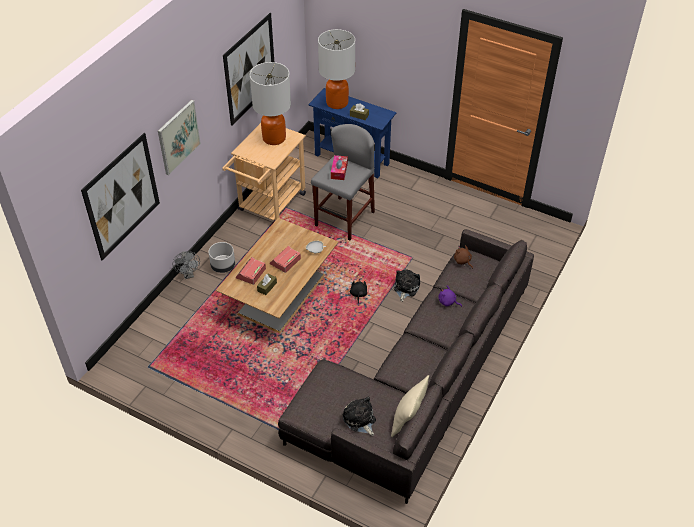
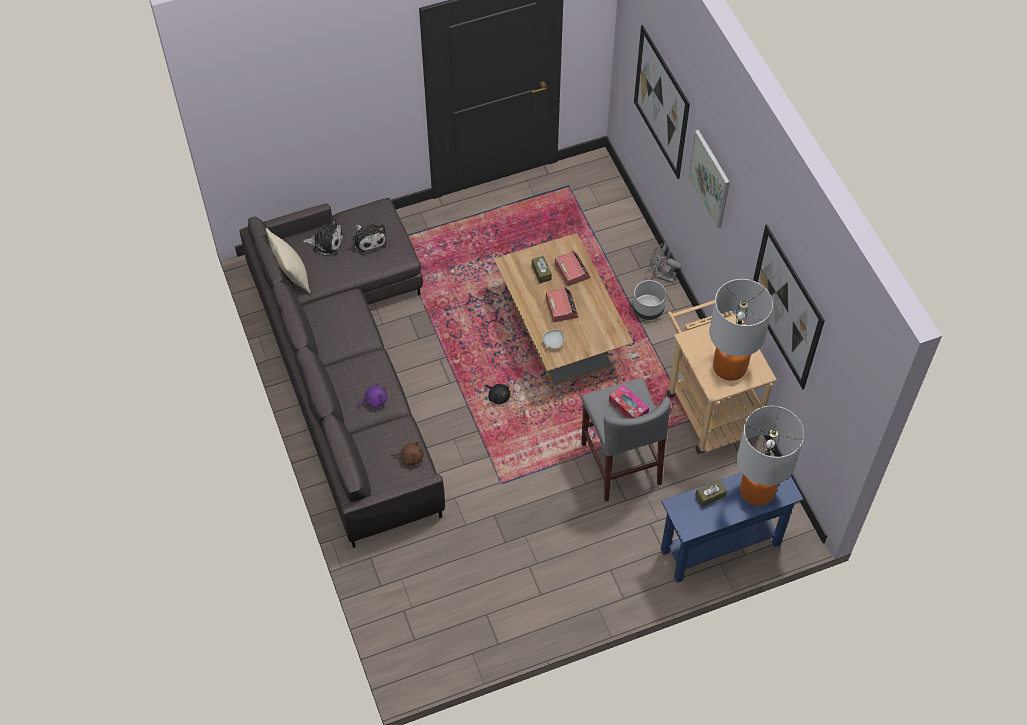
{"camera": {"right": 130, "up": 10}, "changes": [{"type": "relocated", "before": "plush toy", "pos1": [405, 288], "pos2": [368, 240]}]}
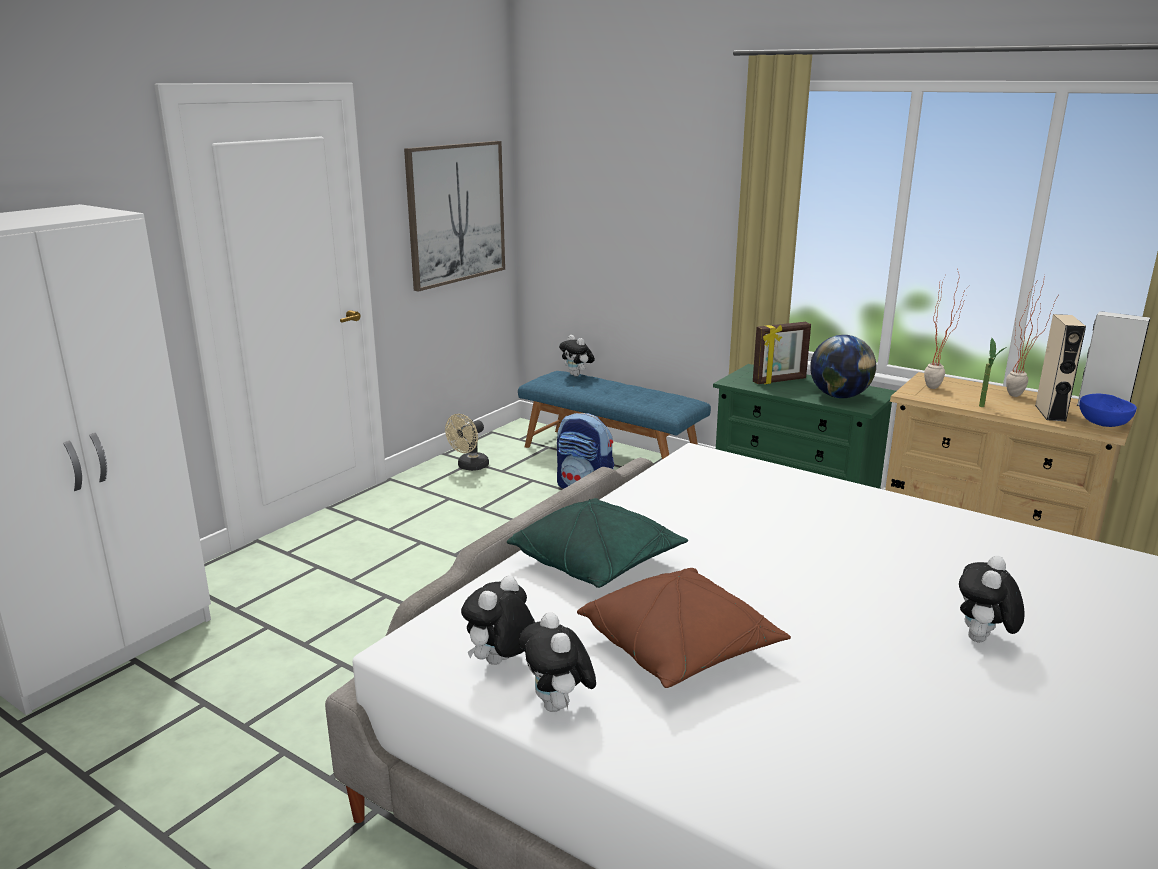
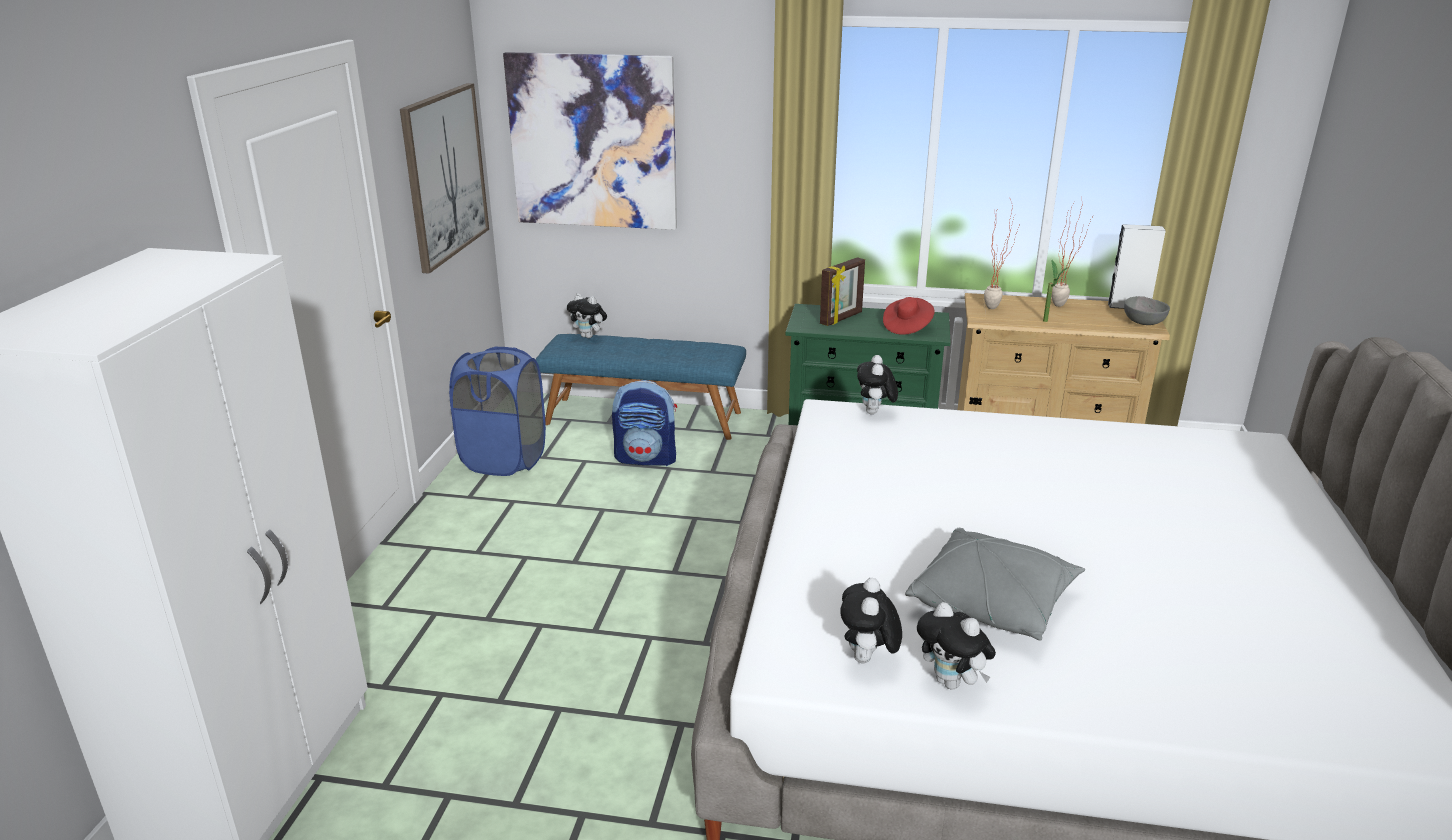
{"camera": {"right": -25, "up": 5}, "changes": [{"type": "exchanged", "before": "beige fan", "after": "blue laundry basket", "pos1": [469, 467], "pos2": [504, 460]}, {"type": "appeared", "after": "picture", "pos2": [593, 142]}, {"type": "relocated", "before": "plush toy", "pos1": [982, 641], "pos2": [875, 413]}, {"type": "exchanged", "before": "globe", "after": "red hat", "pos1": [839, 396], "pos2": [907, 327]}, {"type": "colour", "before": "brown pillow", "after": "grey pillow", "pos1": [680, 648], "pos2": [992, 602]}, {"type": "colour", "before": "blue bowl", "after": "grey bowl", "pos1": [1104, 424], "pos2": [1144, 322]}, {"type": "missing", "before": "green pillow", "pos1": [597, 563]}, {"type": "missing", "before": "beige speaker", "pos1": [1050, 412]}]}
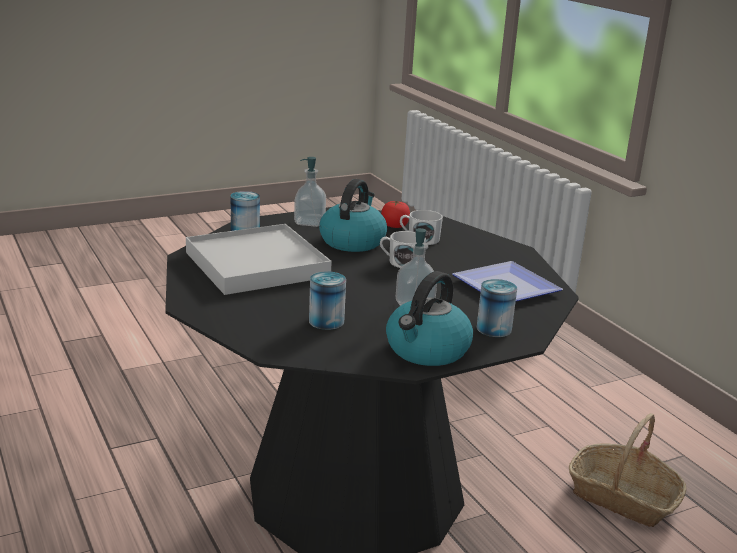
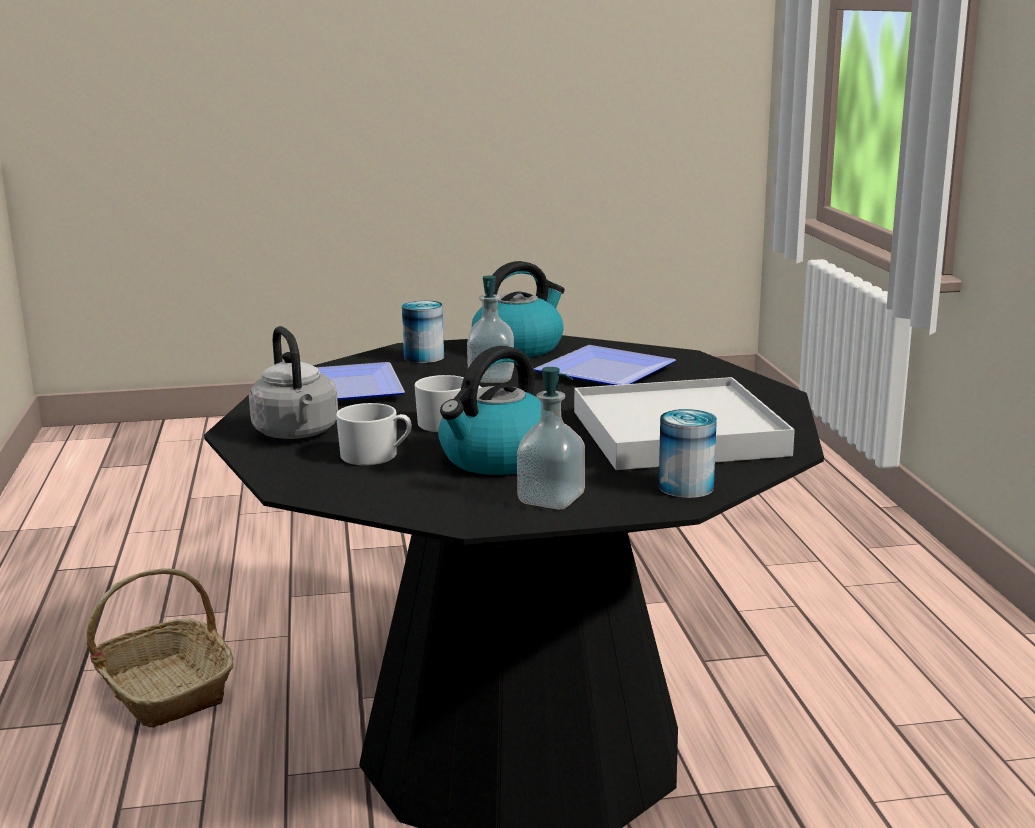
{"camera": {"right": -160, "up": -5}, "changes": [{"type": "appeared", "after": "grey kettle", "pos2": [297, 434]}, {"type": "exchanged", "before": "can", "after": "plate", "pos1": [326, 321], "pos2": [610, 372]}, {"type": "missing", "before": "tomato", "pos1": [394, 226]}]}
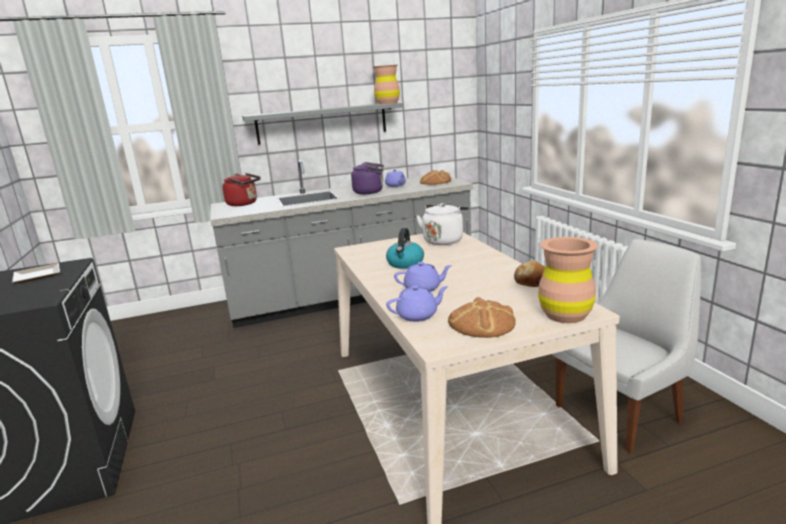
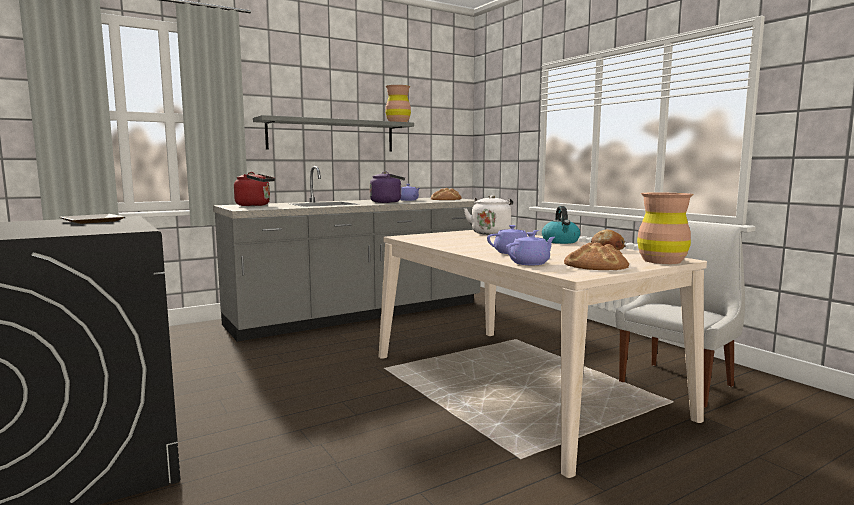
{"camera": {"right": -15, "up": -10}, "changes": [{"type": "relocated", "before": "kettle", "pos1": [405, 264], "pos2": [561, 241]}]}
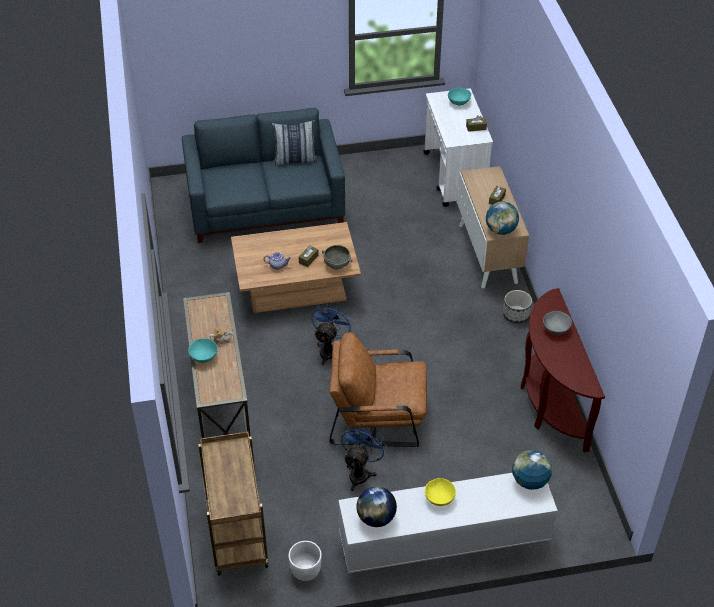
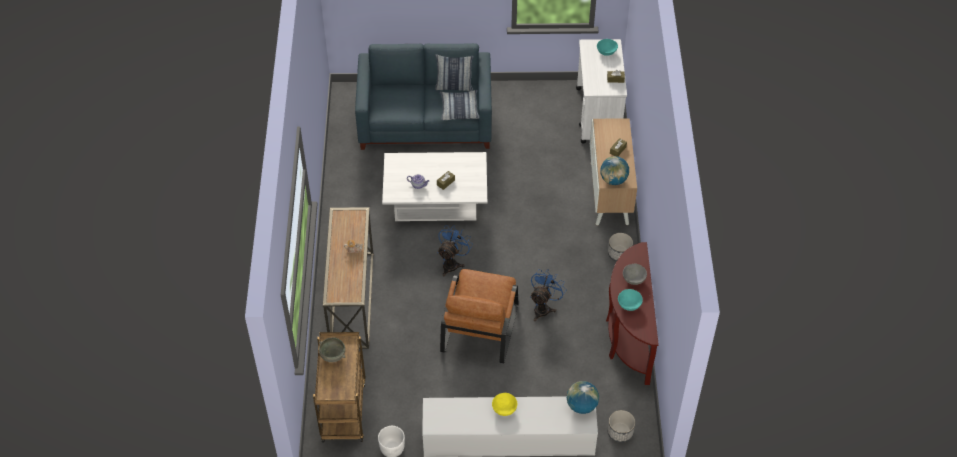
{"camera": {"right": 10, "up": 5}, "changes": [{"type": "relocated", "before": "grey bowl", "pos1": [336, 264], "pos2": [332, 356]}, {"type": "colour", "before": "brown coffee table", "after": "white coffee table", "pos1": [296, 288], "pos2": [436, 203]}, {"type": "appeared", "after": "pillow", "pos2": [459, 109]}, {"type": "spun", "before": "brown armchair", "pos1": [378, 415], "pos2": [479, 327], "turn": -90}, {"type": "relocated", "before": "blue fan", "pos1": [360, 472], "pos2": [544, 307]}, {"type": "appeared", "after": "planter", "pos2": [620, 432]}, {"type": "relocated", "before": "turquoise bowl", "pos1": [203, 357], "pos2": [629, 305]}, {"type": "missing", "before": "globe", "pos1": [376, 518]}]}
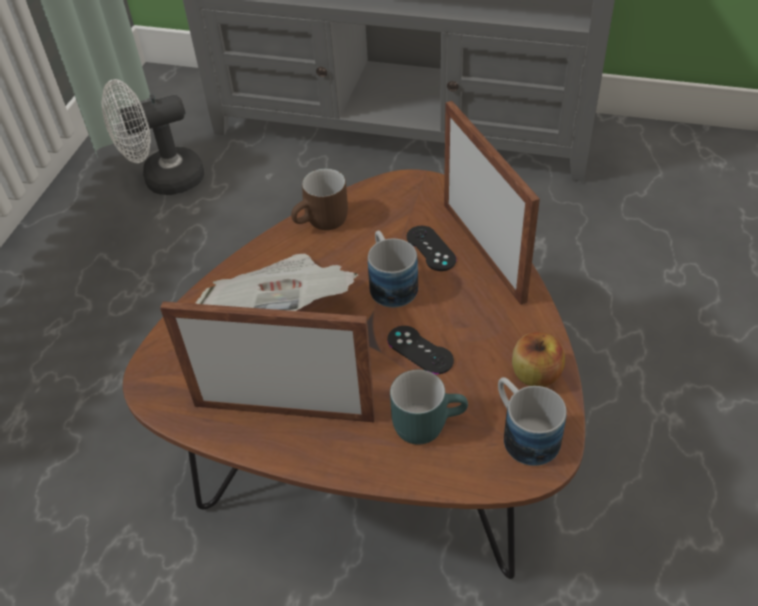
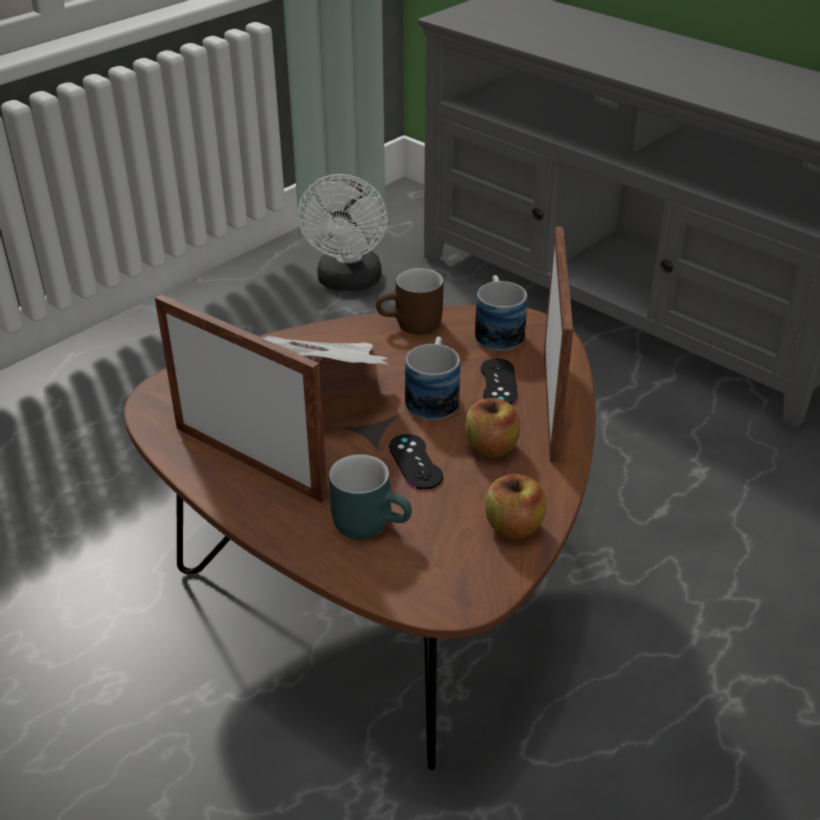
{"camera": {"right": 25, "up": -10}, "changes": [{"type": "spun", "before": "white fan", "pos1": [164, 180], "pos2": [348, 282], "turn": -90}, {"type": "appeared", "after": "apple", "pos2": [491, 447]}, {"type": "relocated", "before": "mug", "pos1": [523, 433], "pos2": [497, 331]}]}
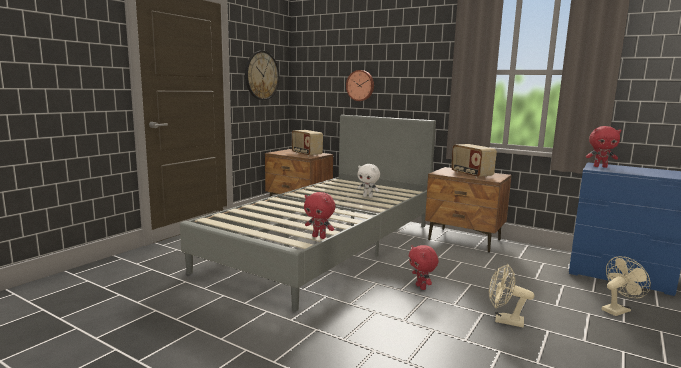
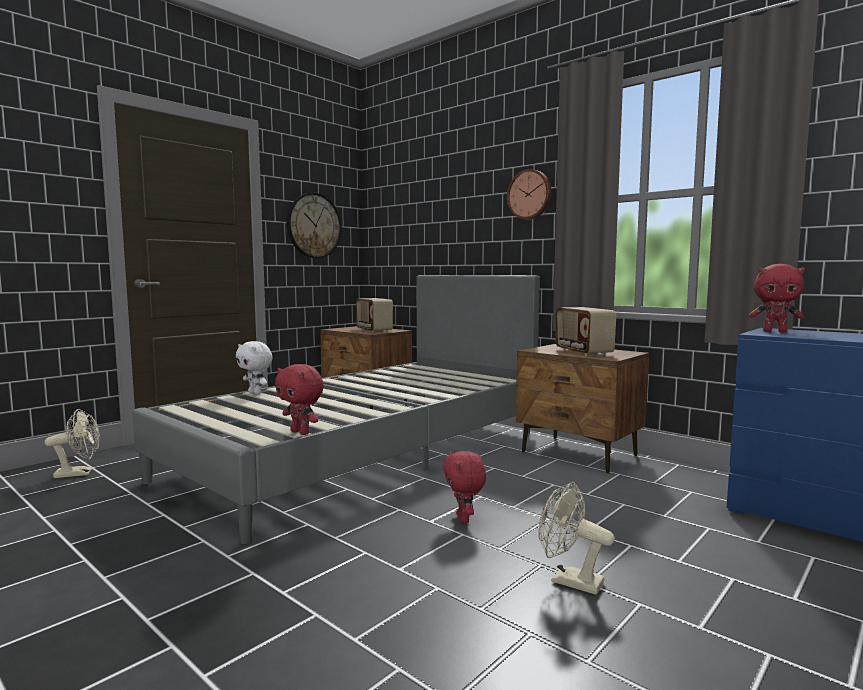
{"camera": {"right": 10, "up": -5}, "changes": [{"type": "relocated", "before": "beige fan", "pos1": [618, 309], "pos2": [79, 473]}, {"type": "relocated", "before": "white plush toy", "pos1": [368, 197], "pos2": [255, 393]}, {"type": "relocated", "before": "wall clock", "pos1": [360, 85], "pos2": [530, 194]}]}
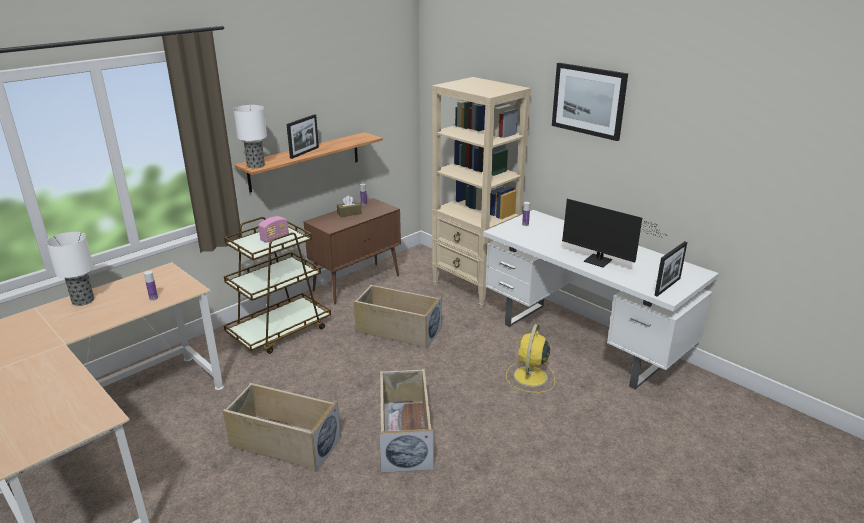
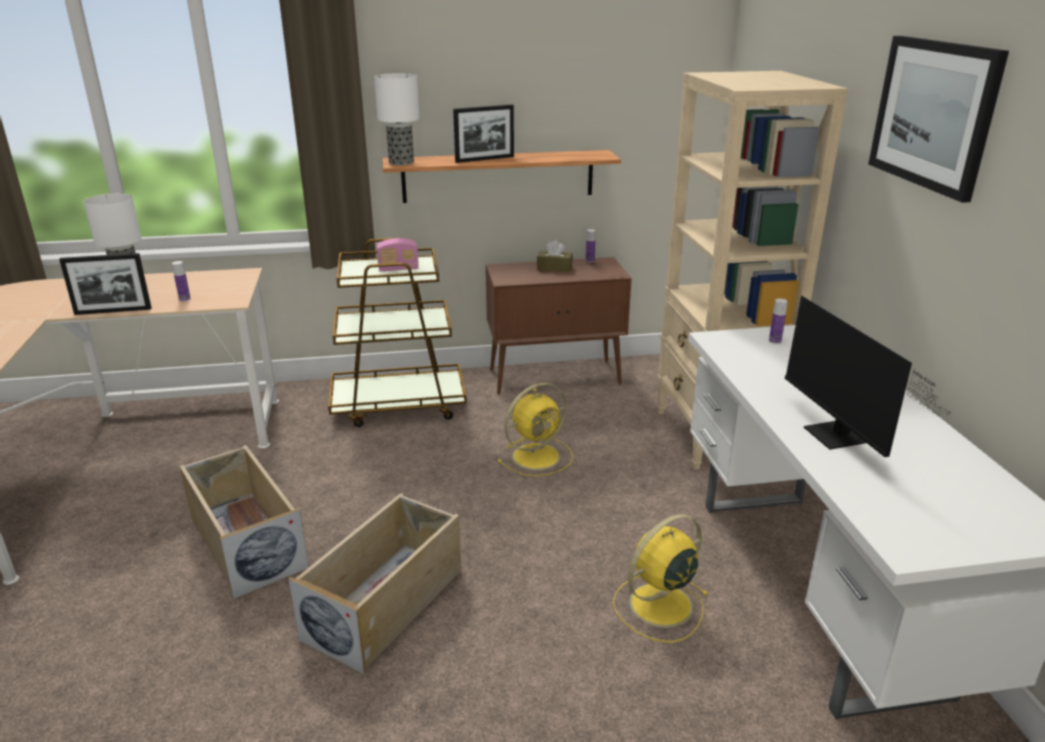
{"camera": {"right": 35, "up": 0}, "changes": [{"type": "relocated", "before": "picture frame", "pos1": [667, 287], "pos2": [113, 311]}, {"type": "exchanged", "before": "beige storage box", "after": "yellow fan", "pos1": [397, 330], "pos2": [538, 456]}]}
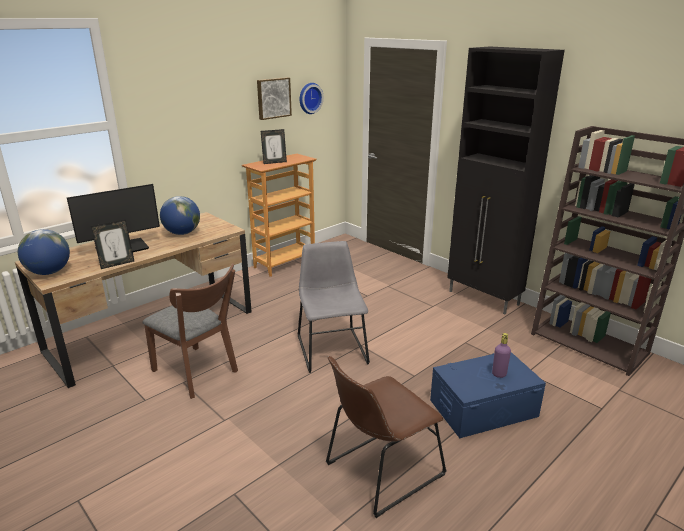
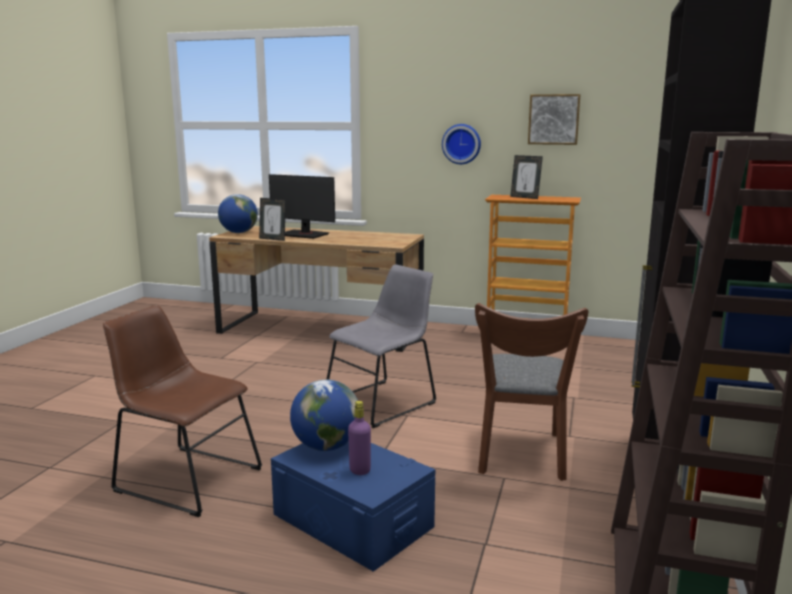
{"camera": {"right": 60, "up": -10}, "changes": [{"type": "relocated", "before": "globe", "pos1": [182, 233], "pos2": [326, 446]}, {"type": "relocated", "before": "wall clock", "pos1": [309, 98], "pos2": [461, 144]}, {"type": "relocated", "before": "brown chair", "pos1": [198, 373], "pos2": [521, 457]}]}
